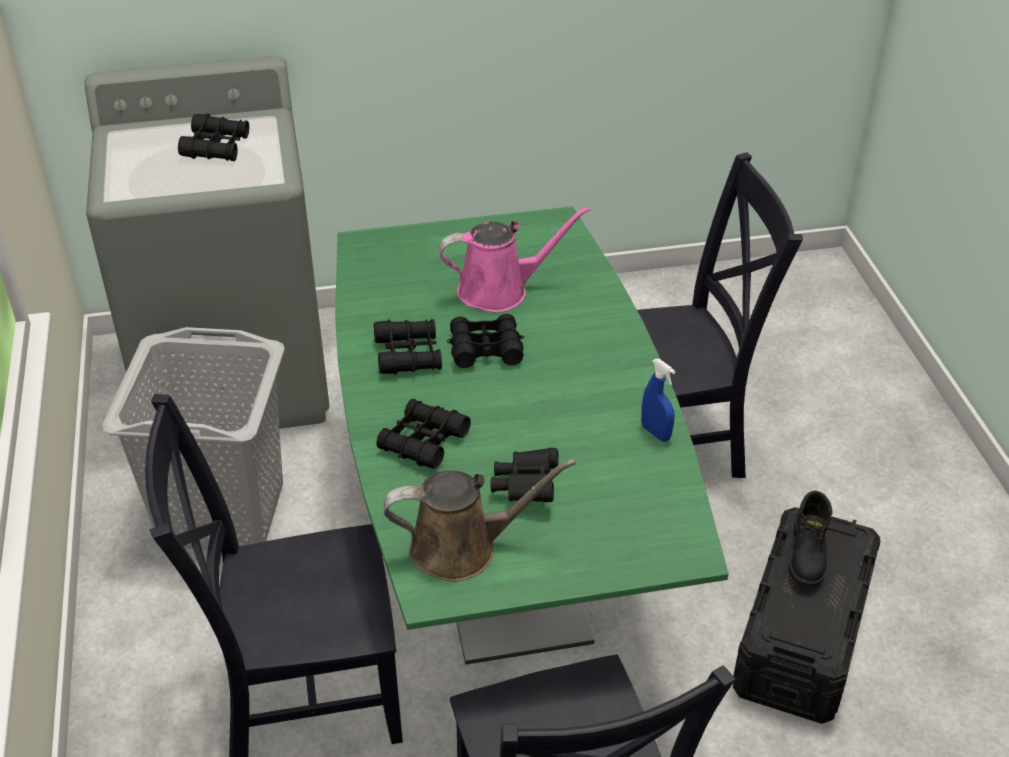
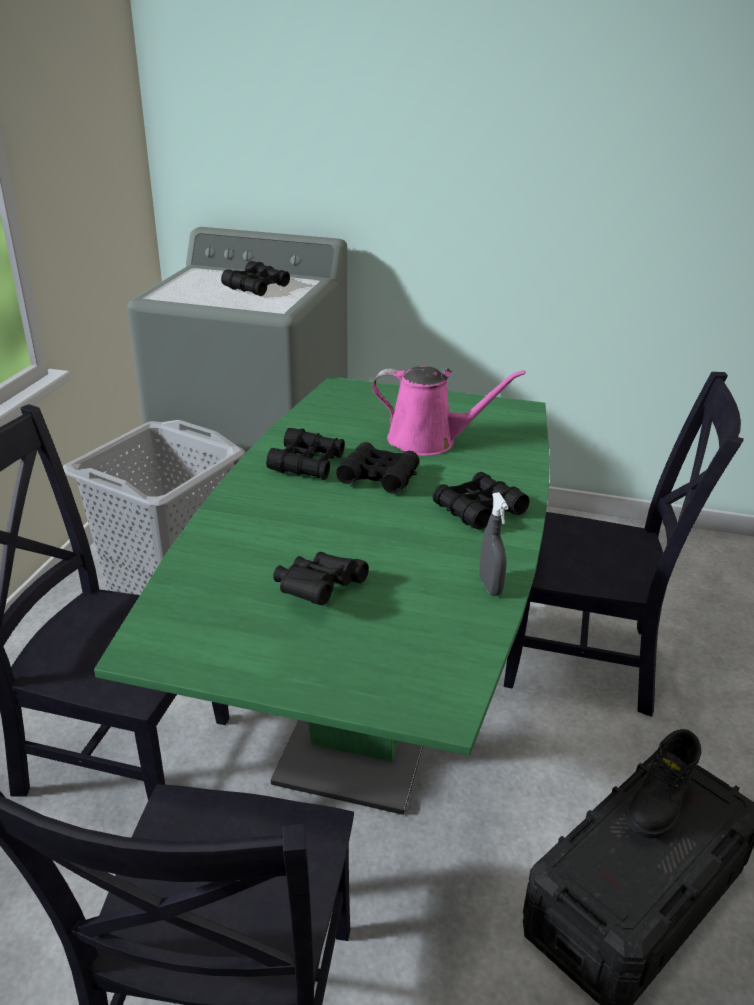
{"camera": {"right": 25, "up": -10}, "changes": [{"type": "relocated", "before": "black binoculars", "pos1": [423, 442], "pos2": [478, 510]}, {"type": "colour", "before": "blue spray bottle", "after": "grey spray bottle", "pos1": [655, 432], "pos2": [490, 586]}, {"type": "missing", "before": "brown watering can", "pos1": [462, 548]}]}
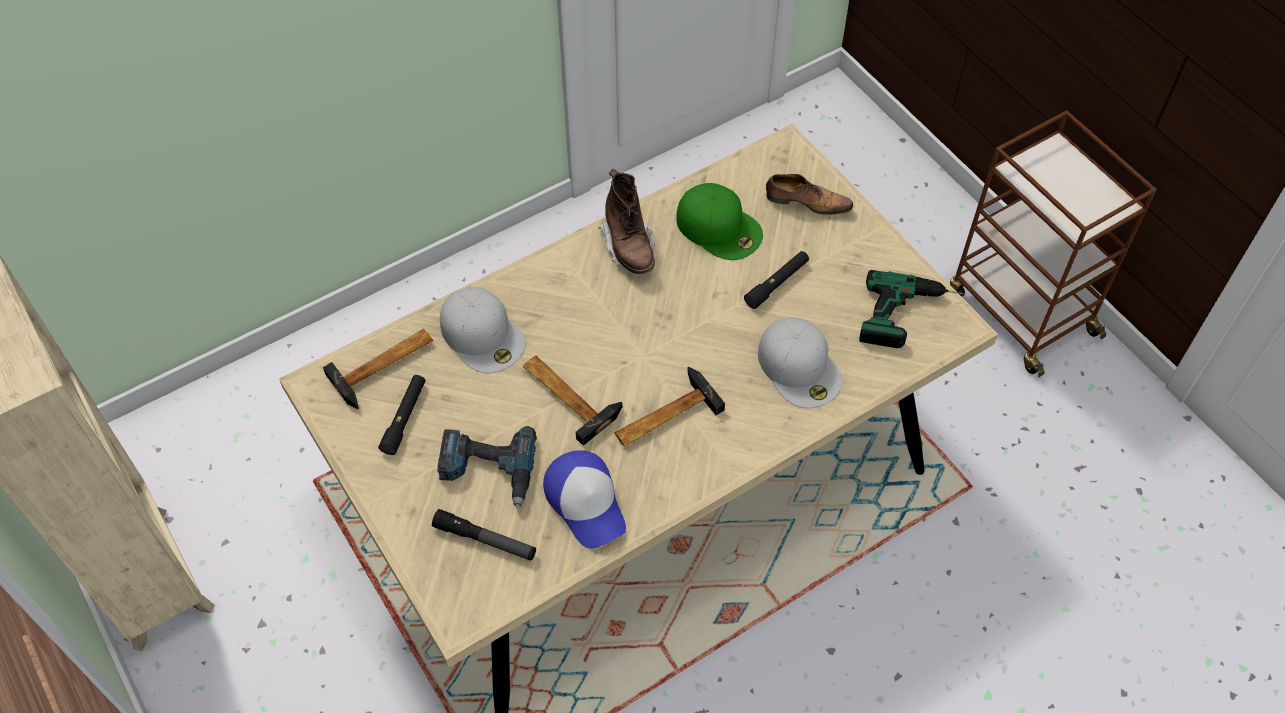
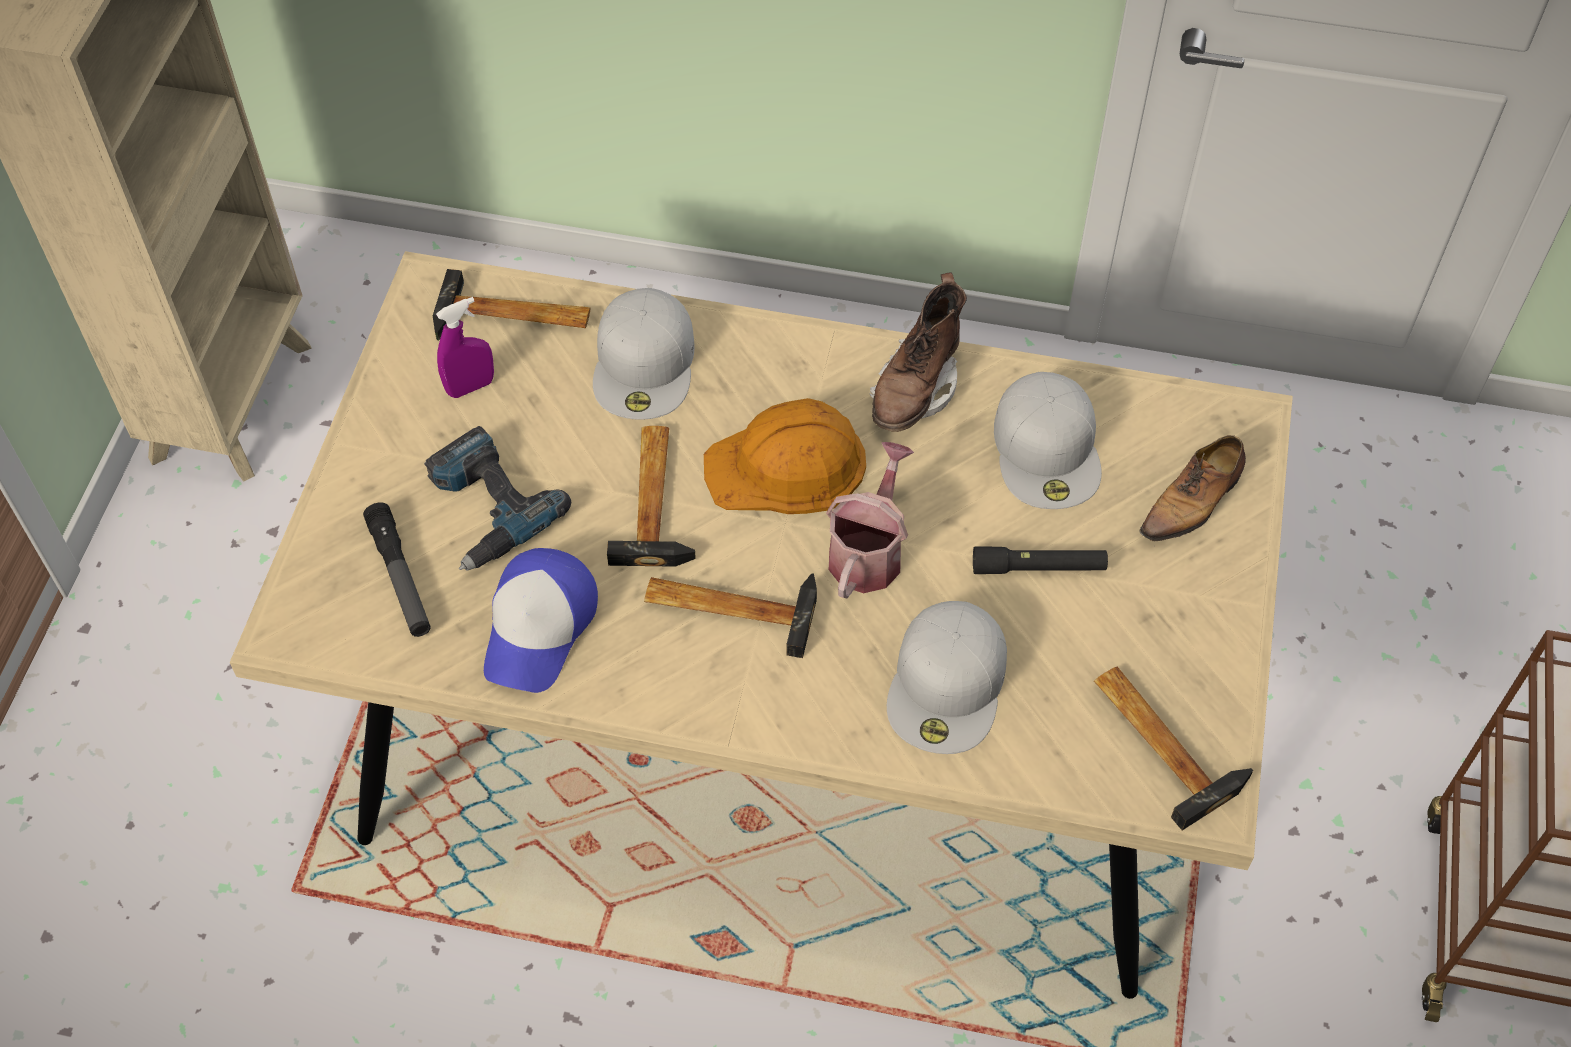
{"camera": {"right": 45, "up": 0}, "changes": [{"type": "exchanged", "before": "black flashlight", "after": "purple spray bottle", "pos1": [404, 418], "pos2": [470, 387]}, {"type": "appeared", "after": "orange hard hat", "pos2": [787, 466]}, {"type": "appeared", "after": "watering can", "pos2": [868, 551]}, {"type": "colour", "before": "green cap", "after": "white cap", "pos1": [720, 227], "pos2": [1048, 450]}, {"type": "exchanged", "before": "power drill", "after": "hammer", "pos1": [911, 316], "pos2": [1162, 740]}, {"type": "spun", "before": "shoe", "pos1": [806, 202], "pos2": [1193, 501], "turn": 75}]}
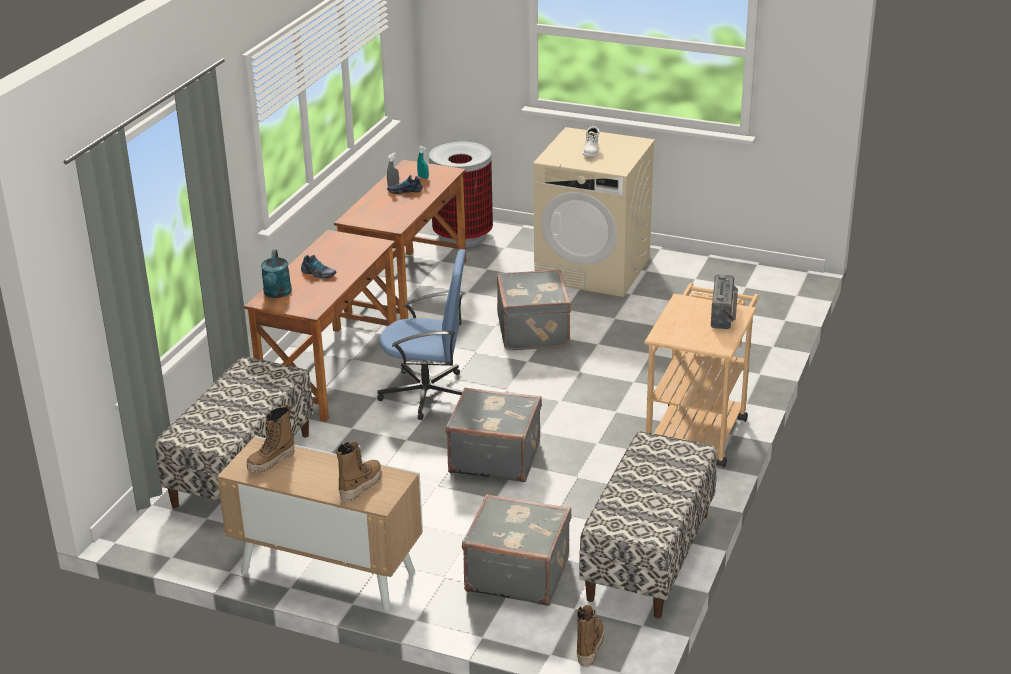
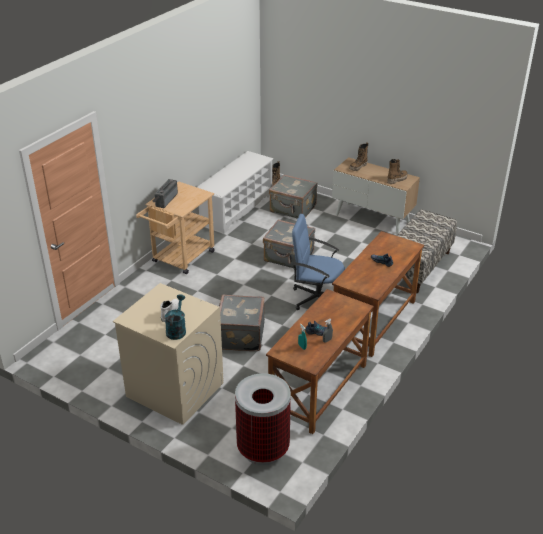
{"camera": {"right": -170, "up": 5}, "changes": [{"type": "relocated", "before": "turquoise watering can", "pos1": [277, 294], "pos2": [176, 329]}, {"type": "exchanged", "before": "bench", "after": "white shoe rack", "pos1": [649, 556], "pos2": [236, 209]}]}
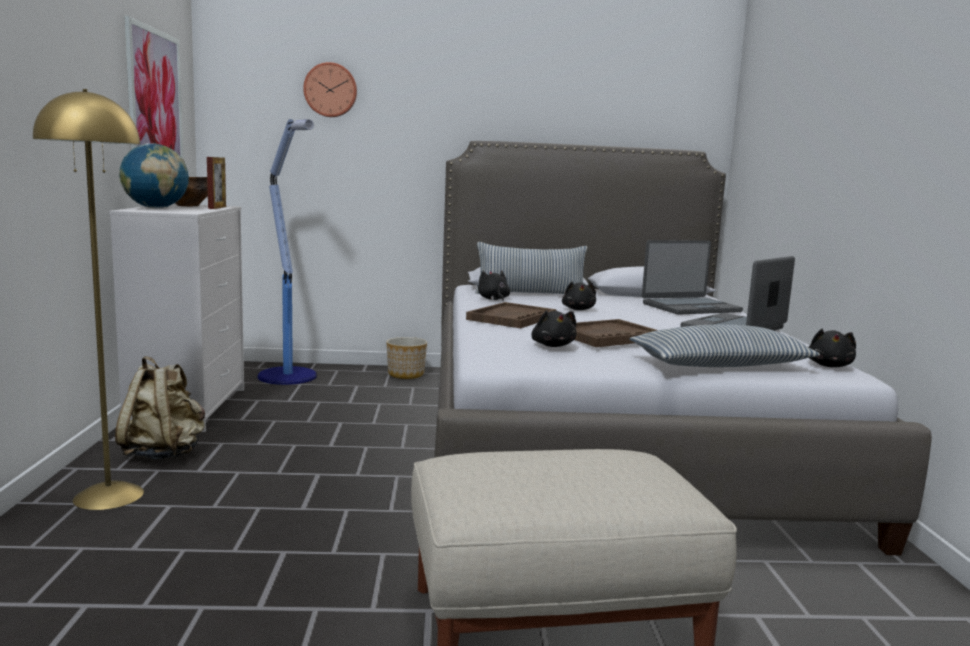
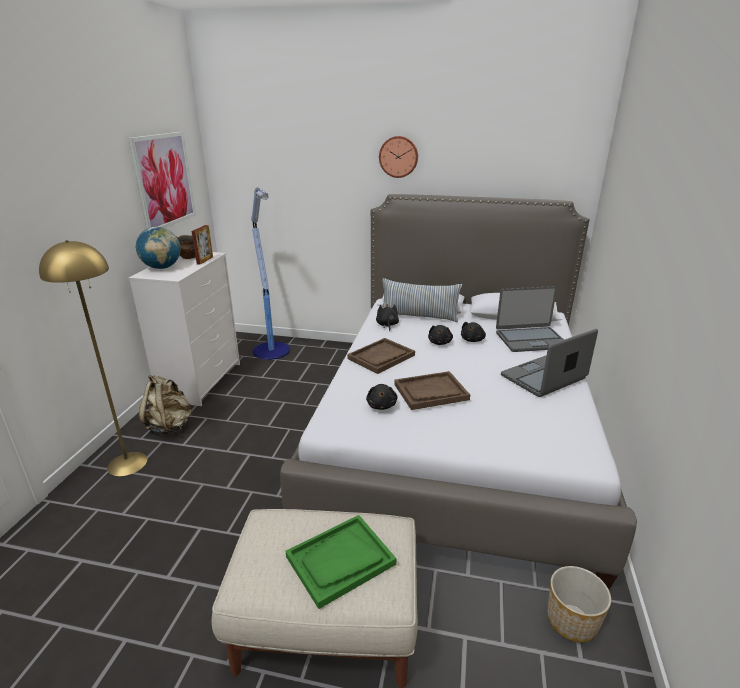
{"camera": {"right": 15, "up": 15}, "changes": [{"type": "appeared", "after": "green tray", "pos2": [340, 561]}, {"type": "relocated", "before": "wall clock", "pos1": [330, 90], "pos2": [398, 156]}, {"type": "relocated", "before": "black plush toy", "pos1": [829, 366], "pos2": [473, 340]}, {"type": "relocated", "before": "planter", "pos1": [406, 374], "pos2": [571, 620]}, {"type": "missing", "before": "pillow", "pos1": [719, 365]}]}
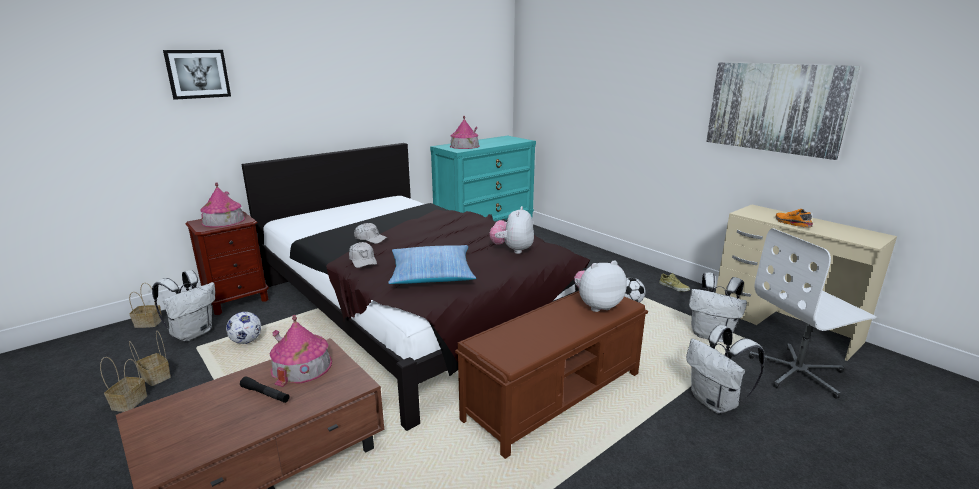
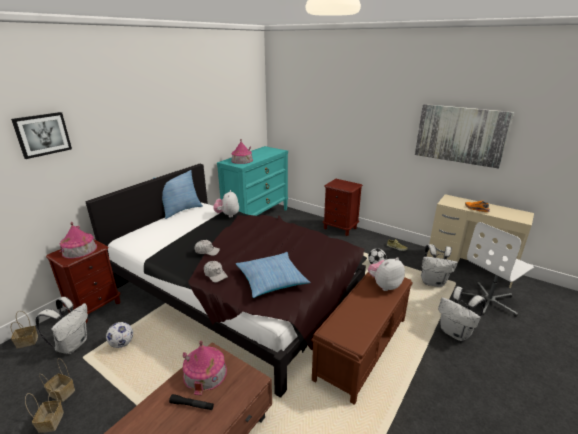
{"camera": {"right": -15, "up": 5}, "changes": [{"type": "appeared", "after": "pillow", "pos2": [181, 210]}, {"type": "relocated", "before": "plush toy", "pos1": [512, 250], "pos2": [227, 215]}, {"type": "appeared", "after": "brown nightstand", "pos2": [340, 228]}]}
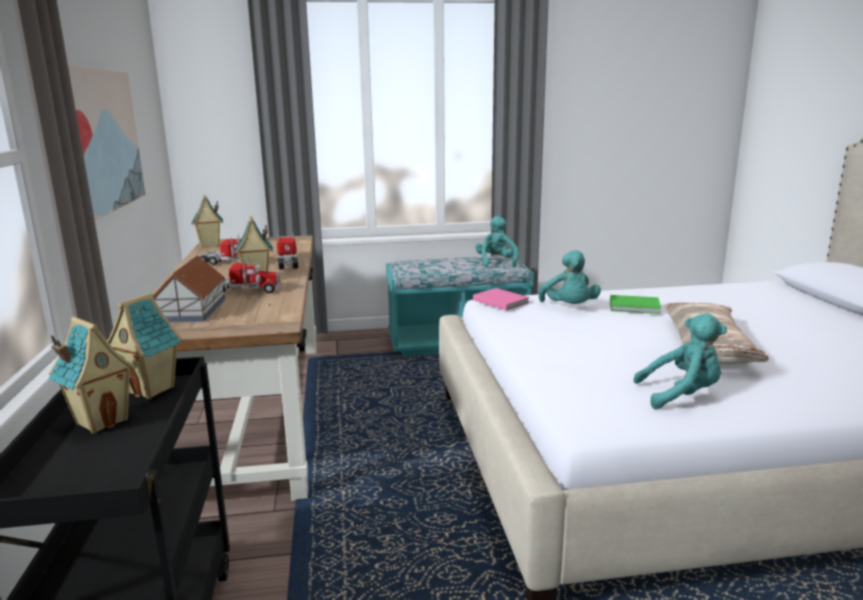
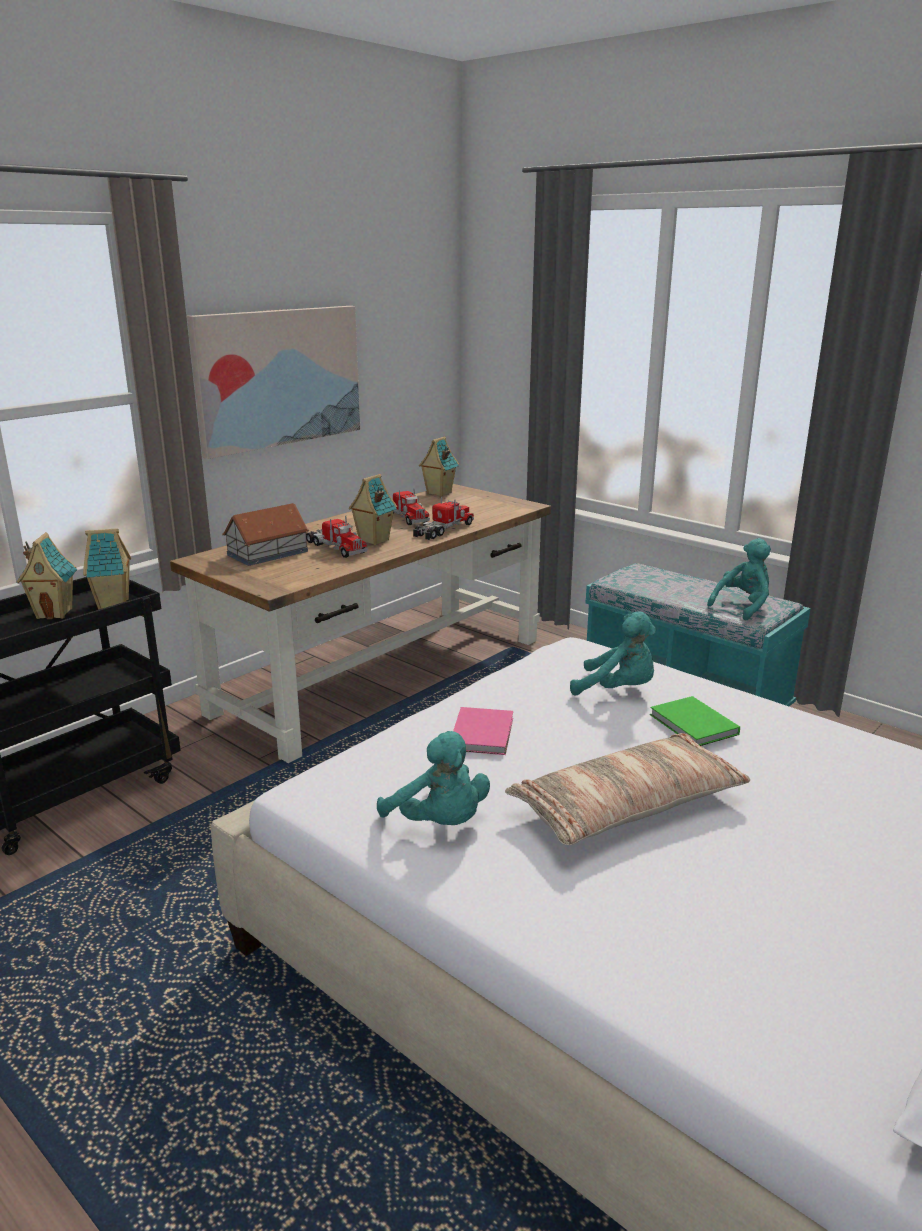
{"camera": {"right": 50, "up": 5}, "changes": [{"type": "relocated", "before": "pink book", "pos1": [500, 301], "pos2": [483, 733]}, {"type": "spun", "before": "turquoise plush toy", "pos1": [569, 308], "pos2": [618, 690], "turn": -105}]}
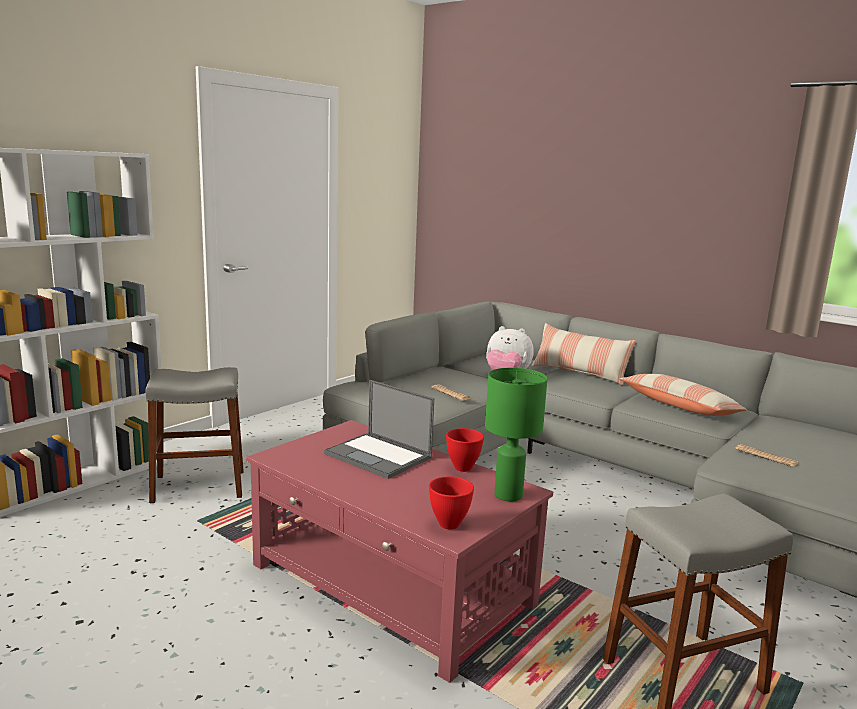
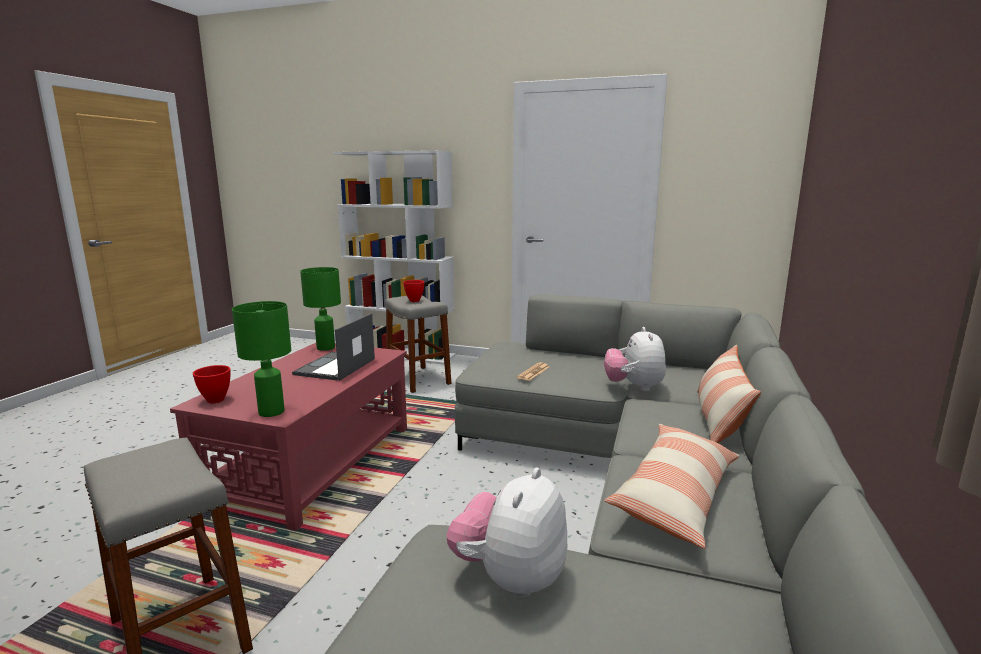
{"camera": {"right": 70, "up": 0}, "changes": [{"type": "appeared", "after": "green table lamp", "pos2": [325, 348]}, {"type": "relocated", "before": "red bowl", "pos1": [462, 468], "pos2": [414, 301]}, {"type": "exchanged", "before": "newspaper", "after": "plush toy", "pos1": [766, 456], "pos2": [510, 578]}]}
